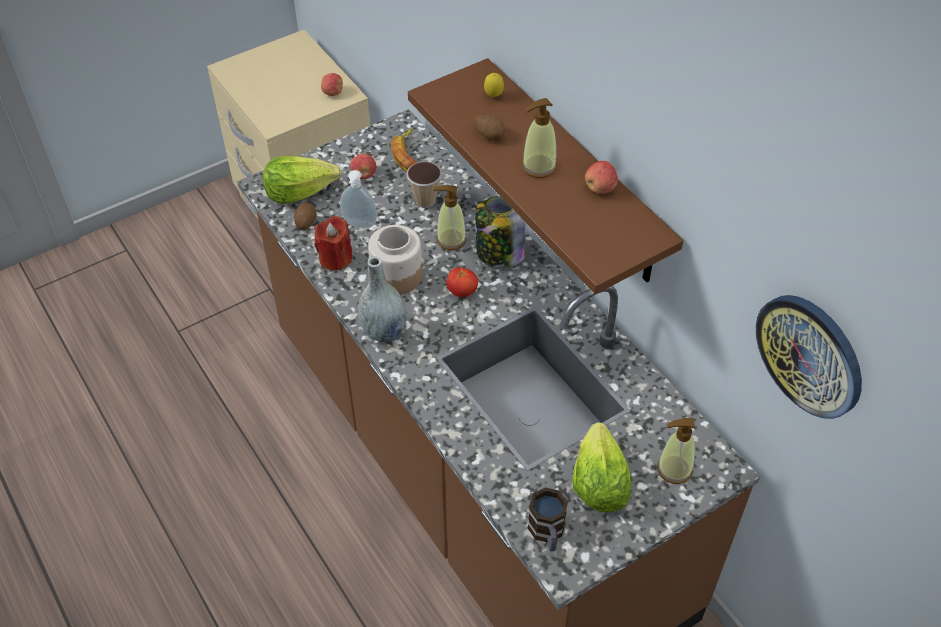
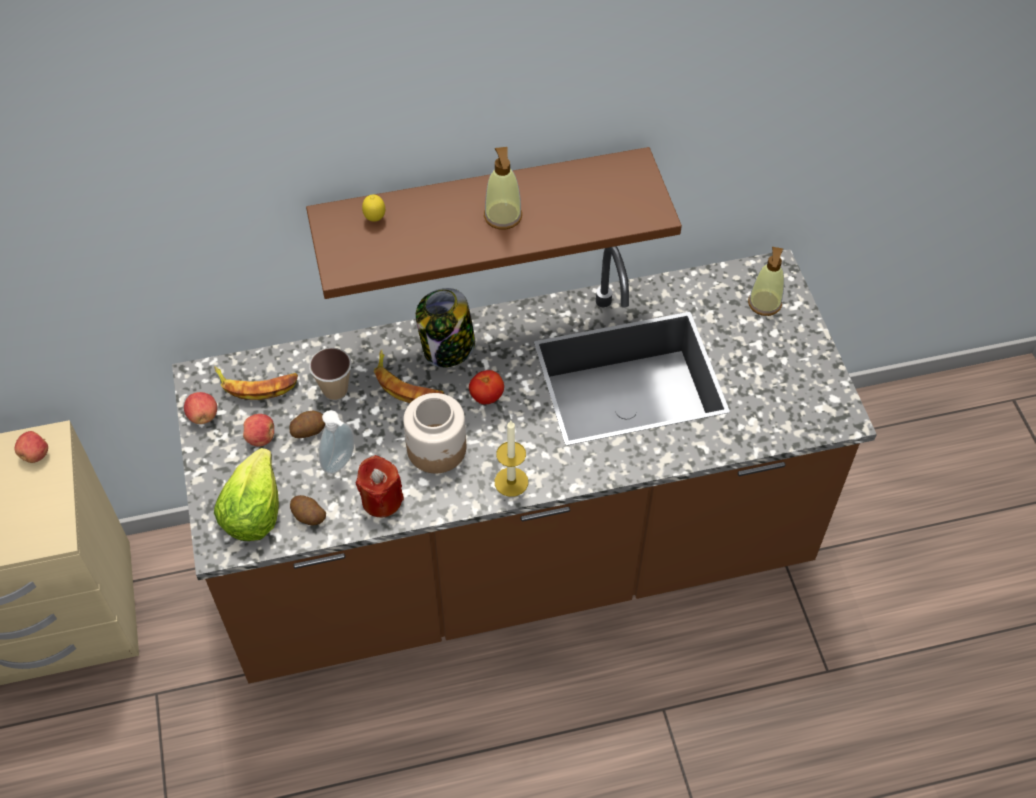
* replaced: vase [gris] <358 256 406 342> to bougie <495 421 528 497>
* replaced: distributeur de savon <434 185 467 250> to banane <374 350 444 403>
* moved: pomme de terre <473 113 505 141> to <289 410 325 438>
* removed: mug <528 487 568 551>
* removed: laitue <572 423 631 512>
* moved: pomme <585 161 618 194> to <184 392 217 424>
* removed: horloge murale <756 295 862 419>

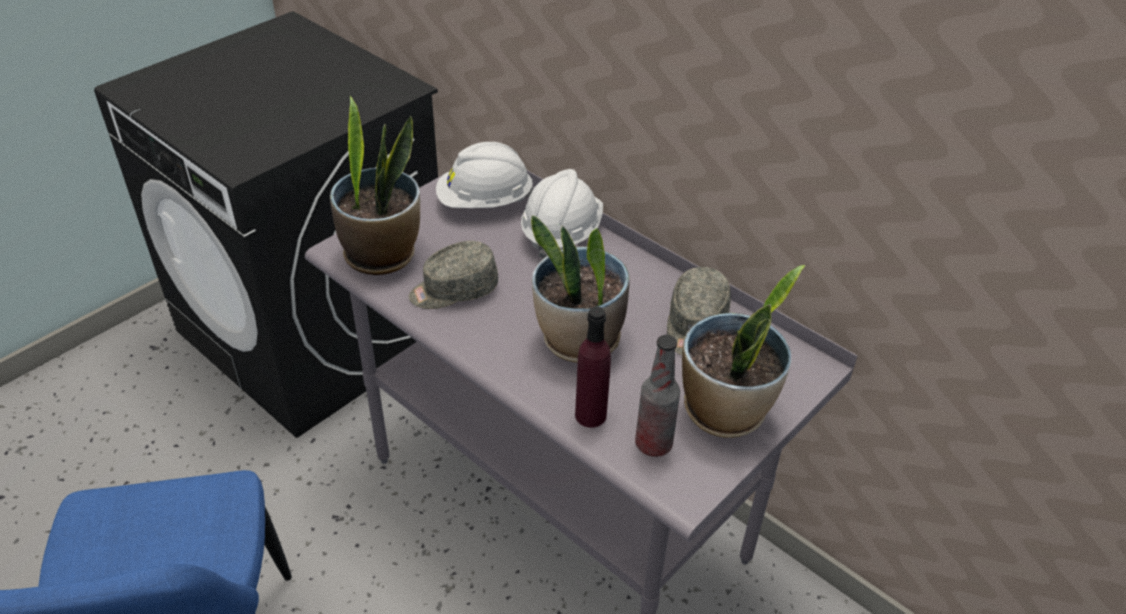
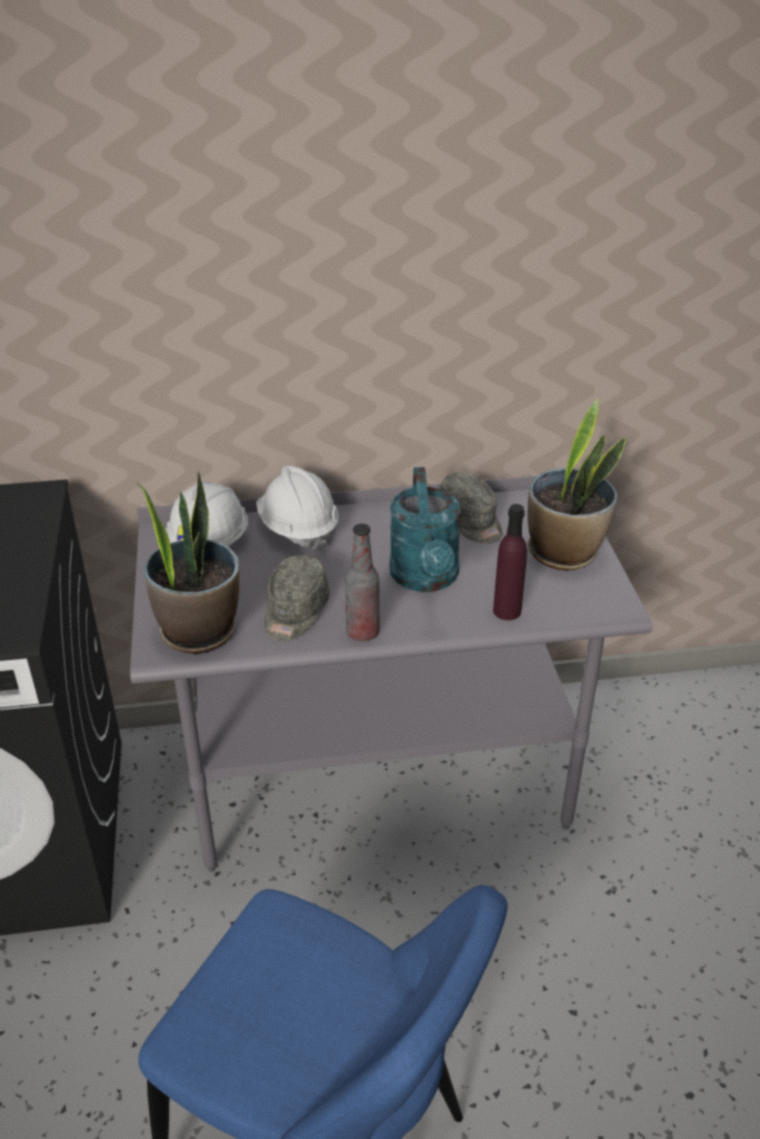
* replaced: plante en pot <531 215 630 363> to arrosoir [turquoise] <389 467 461 592>
* moved: bouteille <635 335 680 457> to <345 524 380 641>

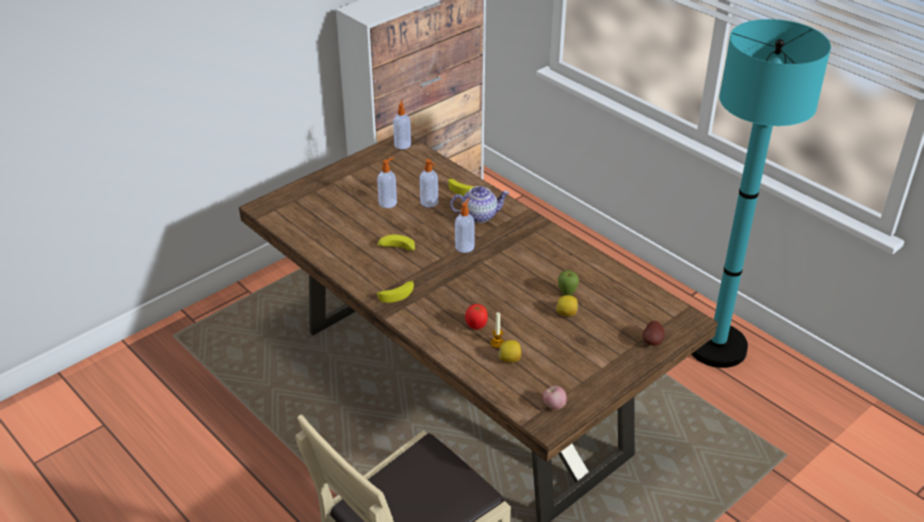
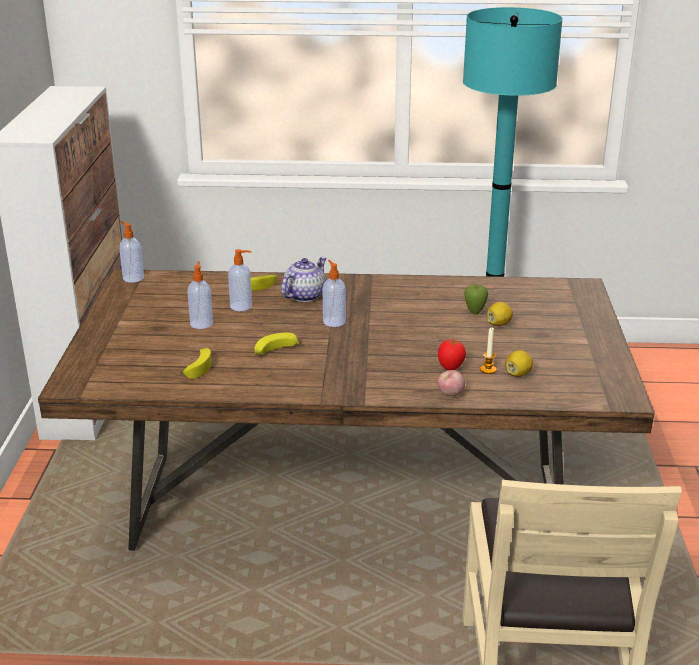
* moved: banane <375 281 414 303> to <180 348 212 379>
* moved: pomme <543 386 567 410> to <437 370 465 396>
* removed: pomme de terre <643 321 665 346>

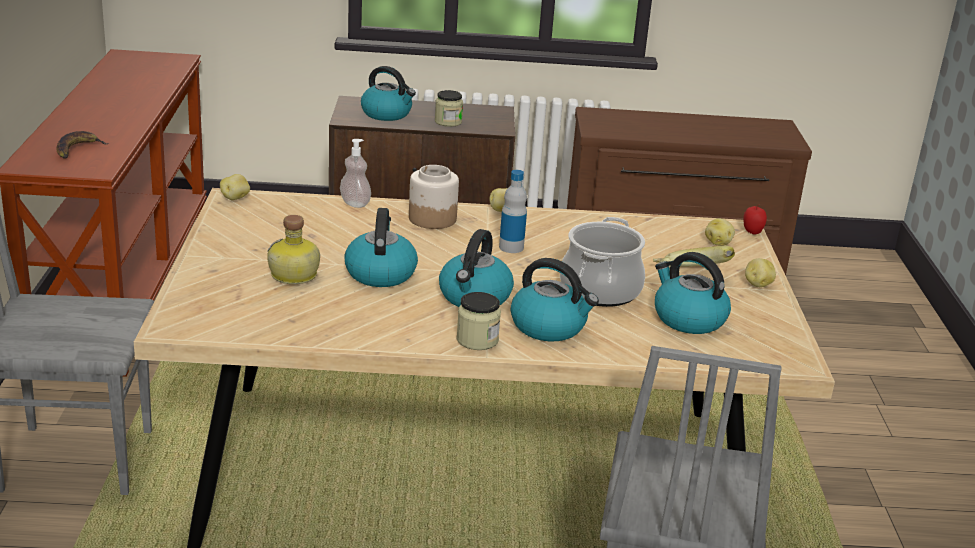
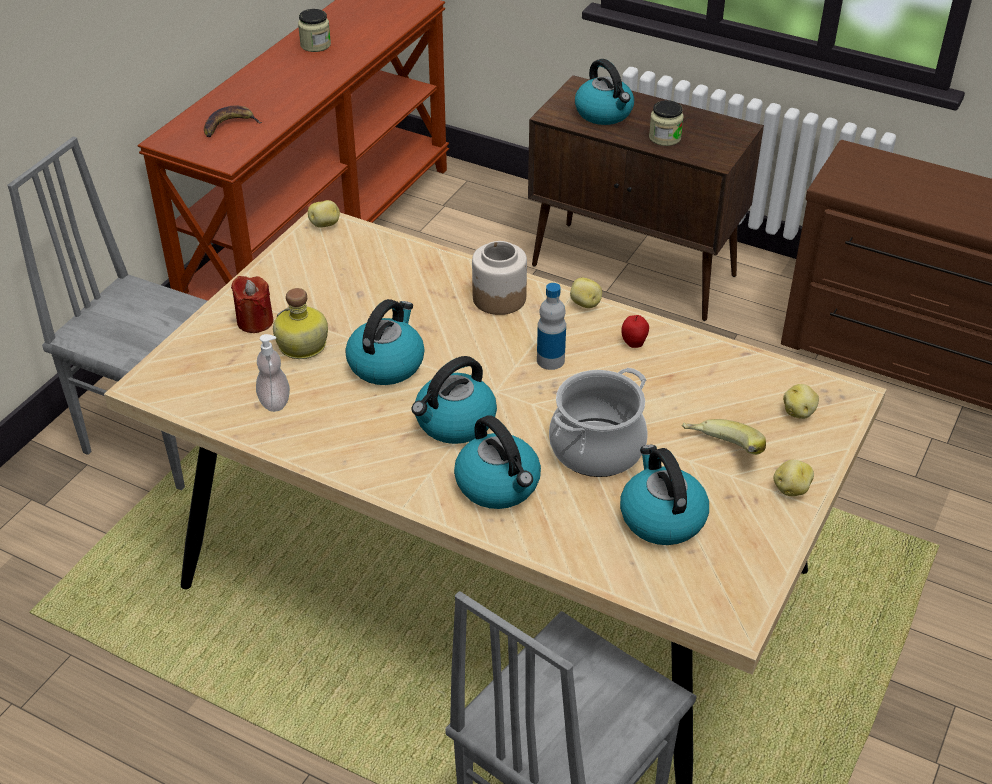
* moved: distributeur de savon <340 139 371 208> to <256 334 290 412>
* moved: bocal <456 292 501 350> to <298 9 331 52>
* moved: pomme <744 206 767 235> to <621 315 649 348>
* added: bougie [rouge] <231 276 273 333>

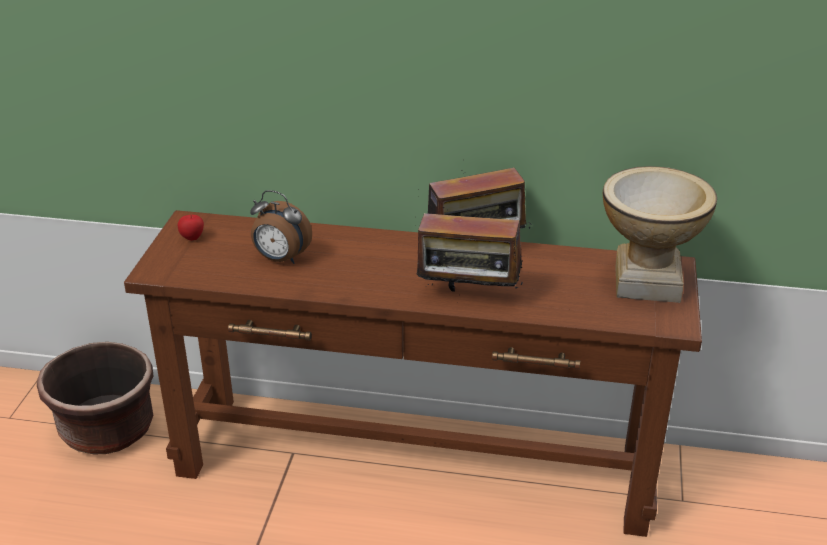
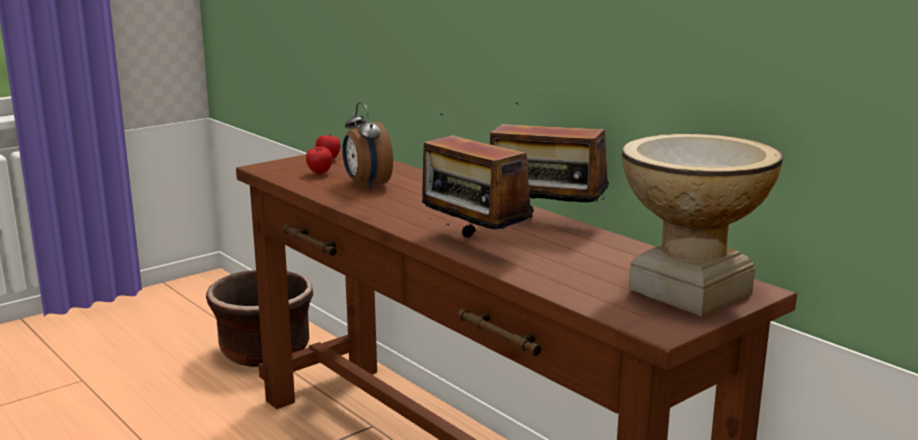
* added: pomme <306 147 333 174>

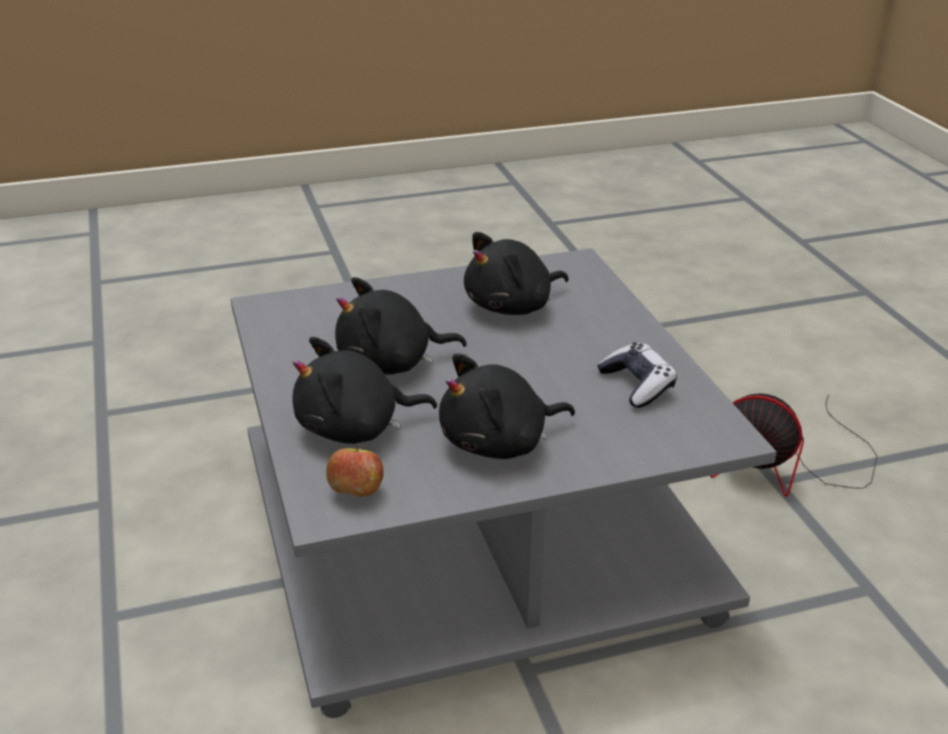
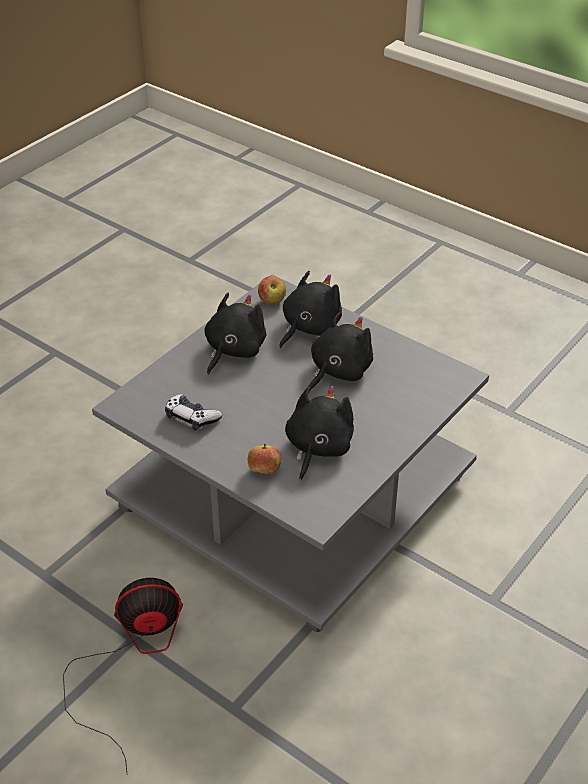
* added: pomme <248 444 281 474>

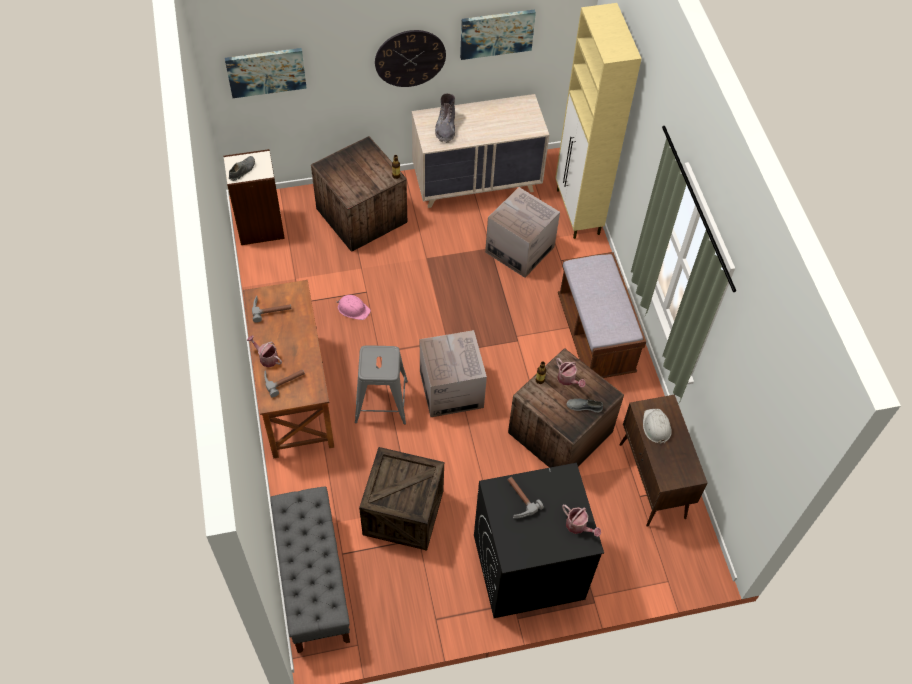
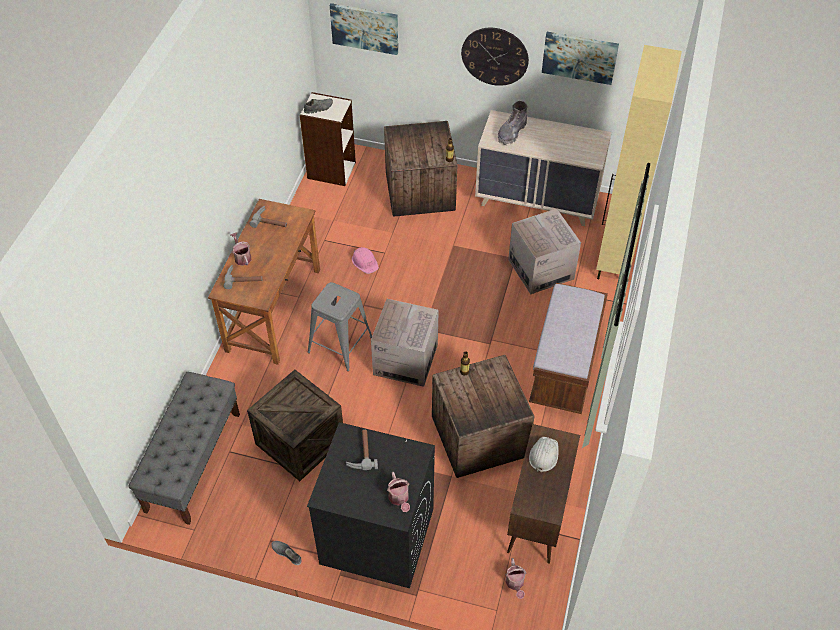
* moved: arrosoir <556 358 585 388> to <505 558 526 599>
* moved: chaussure [gris] <566 399 603 412> to <272 541 301 565>

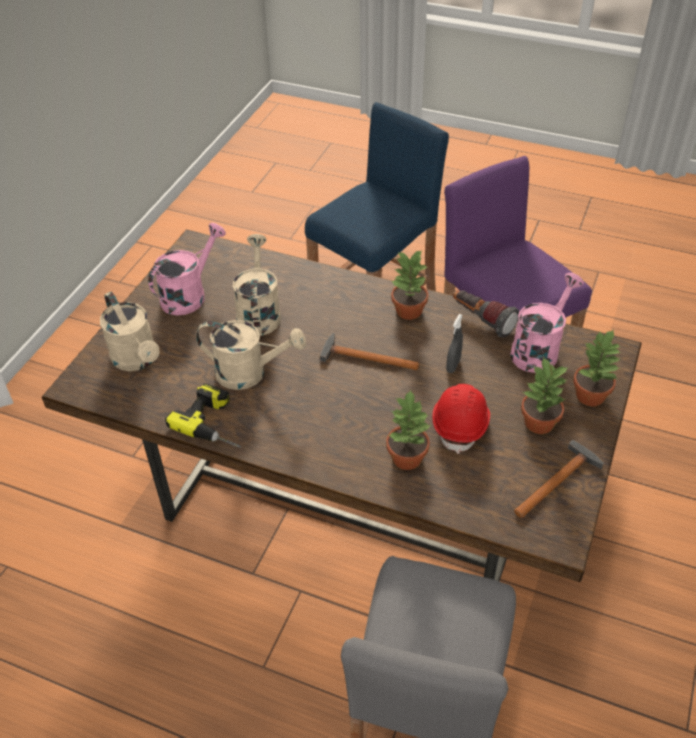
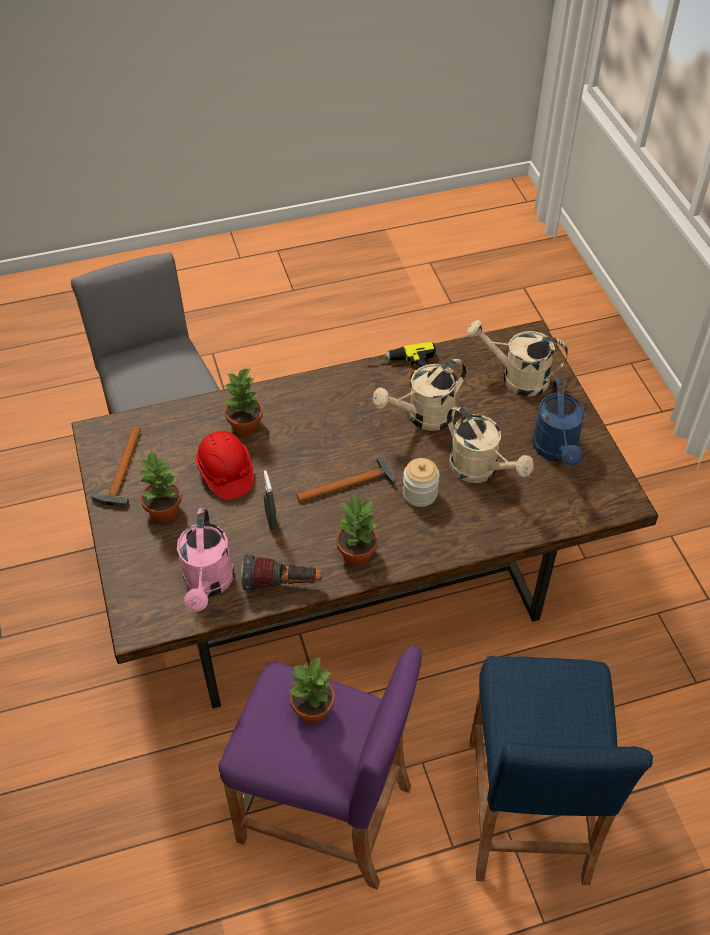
* recoloured: arrosoir [rose] <148 223 226 315> to arrosoir [bleu] <532 380 585 466>
* moved: plante en pot <573 329 621 406> to <289 656 335 723>
* added: bocal <403 458 439 507>

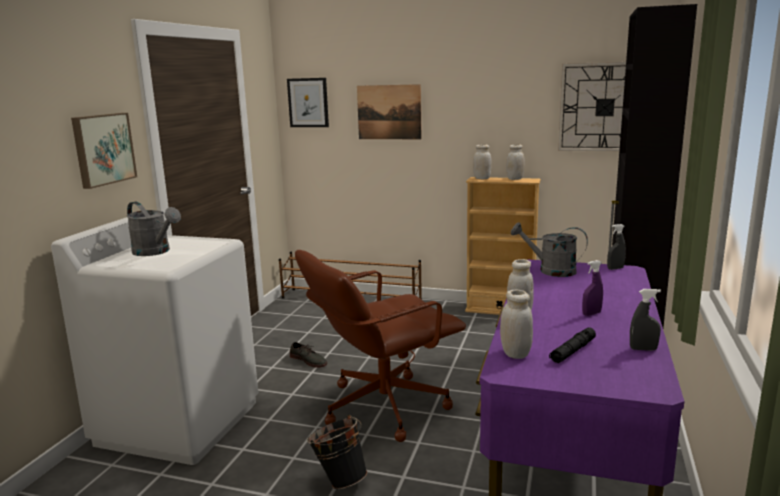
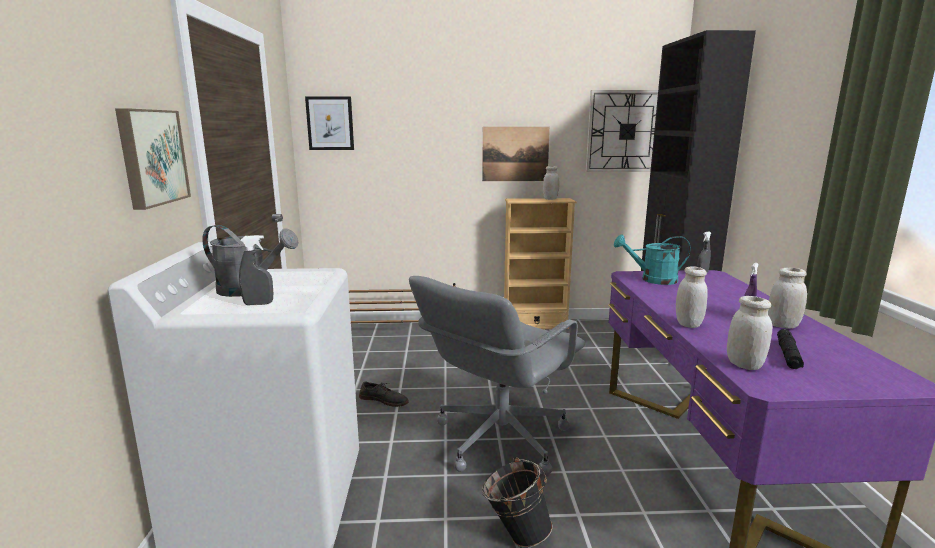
* recoloured: chaise de bureau [marron] <295 250 466 442> to chaise de bureau [gris] <409 276 585 475>
* moved: tableau <357 84 422 139> to <482 127 550 181>
* moved: bocal [blanc] <473 145 491 179> to <768 268 807 329>
* recoloured: arrosoir [gris] <511 222 588 277> to arrosoir [turquoise] <614 234 691 285>
* moved: vaporisateur [gris] <630 289 661 351> to <239 235 273 305>

